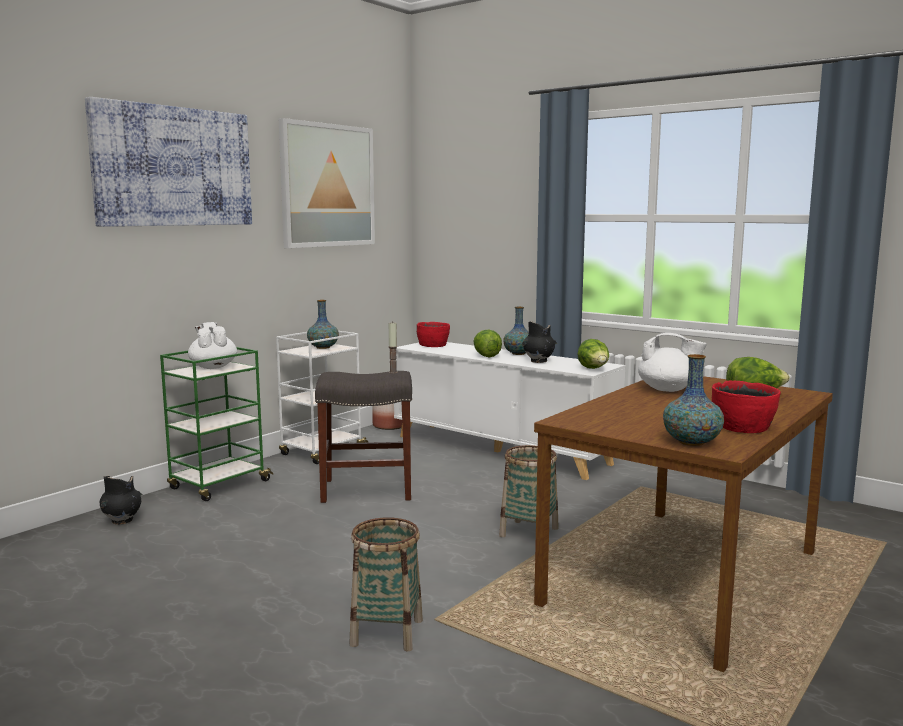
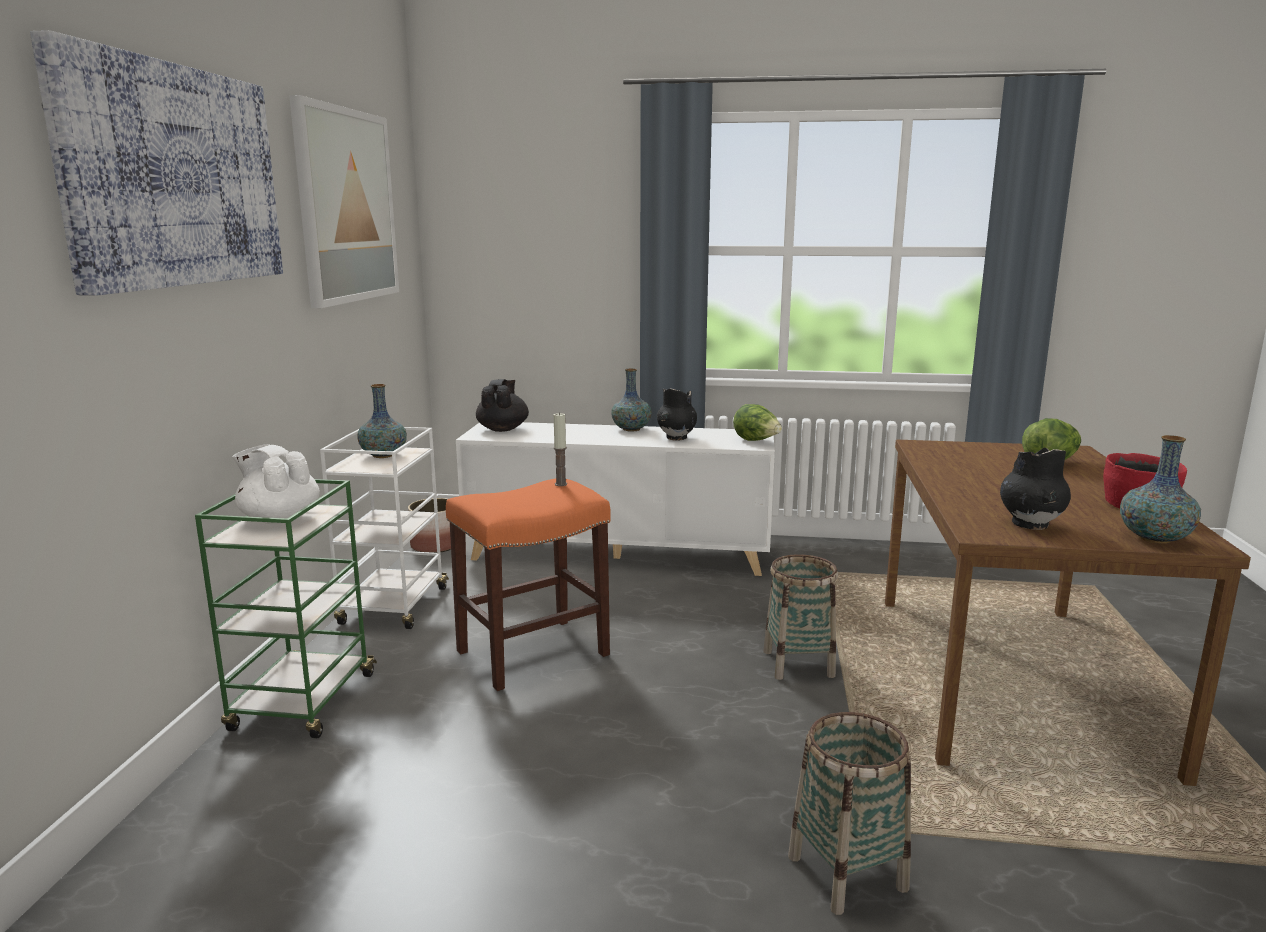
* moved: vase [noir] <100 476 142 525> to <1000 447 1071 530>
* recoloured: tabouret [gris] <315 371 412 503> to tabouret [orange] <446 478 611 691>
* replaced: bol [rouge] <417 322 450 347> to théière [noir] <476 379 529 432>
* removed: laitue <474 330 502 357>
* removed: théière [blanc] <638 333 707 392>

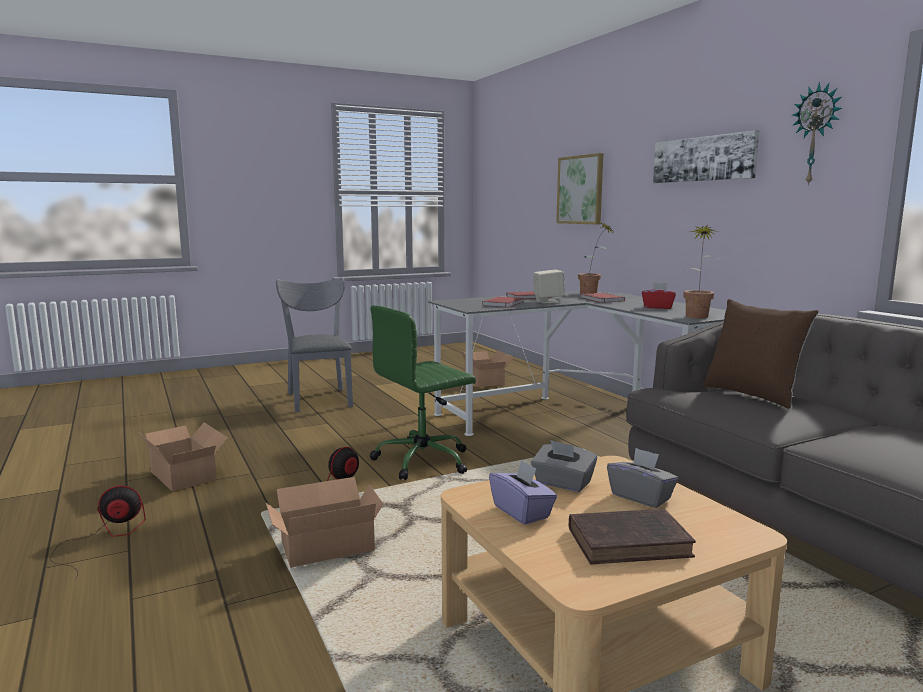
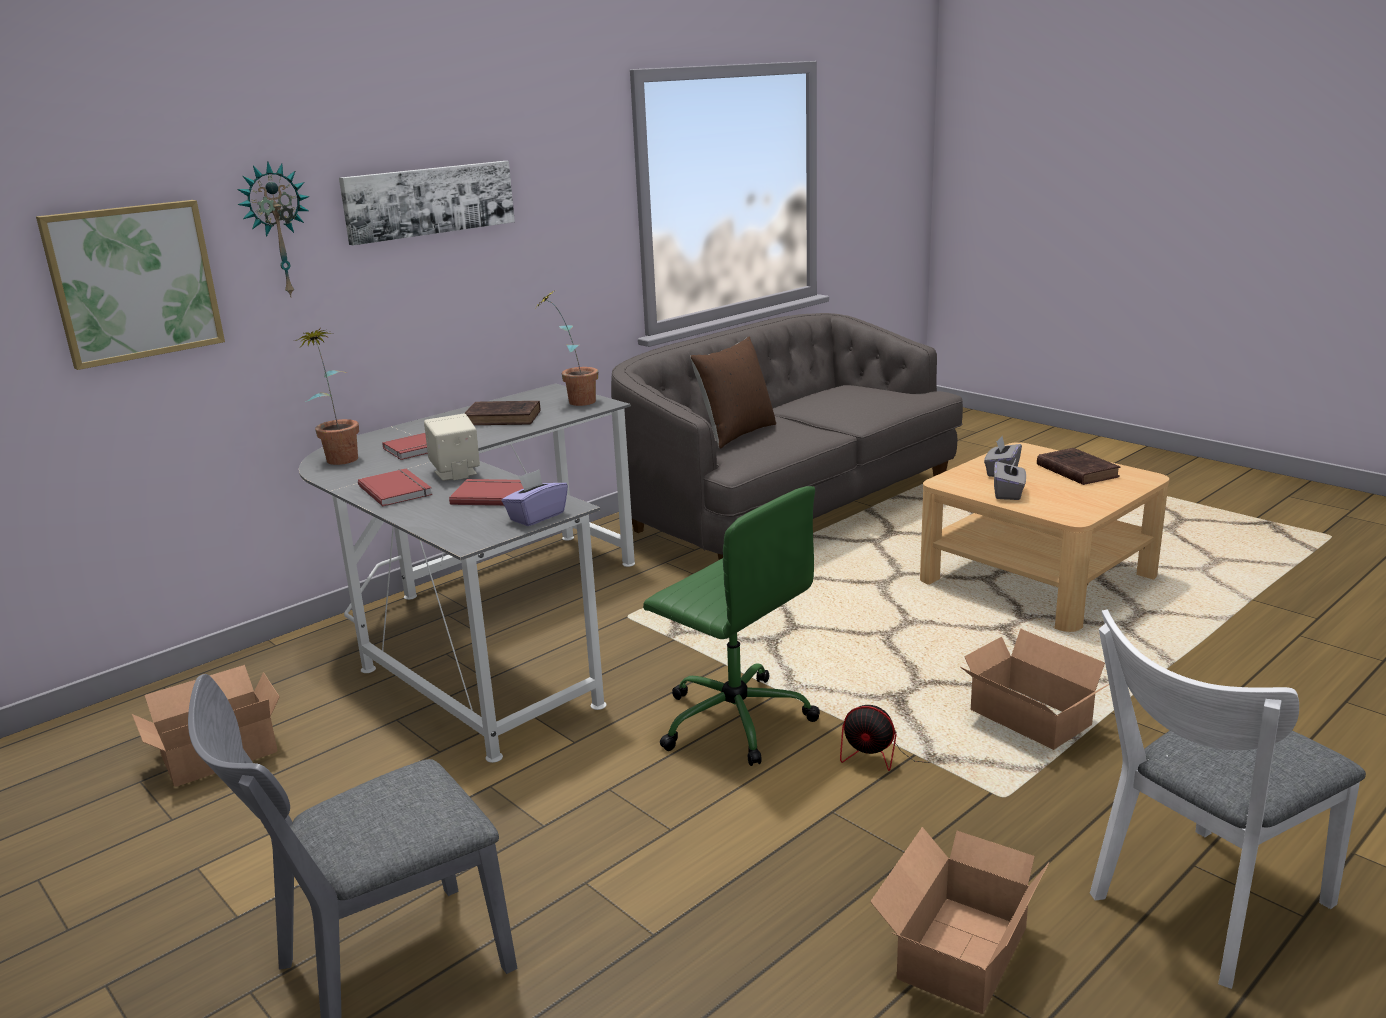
* replaced: ventilateur <50 485 146 580> to chaise [blanc] <1090 609 1366 989>
* moved: boîte à mouchoirs [violet] <489 459 557 525> to <502 469 568 526>
* replaced: boîte à mouchoirs [rouge] <642 282 676 309> to livre [marron] <464 401 541 425>
* moved: horloge murale <792 82 842 186> to <237 161 309 298>

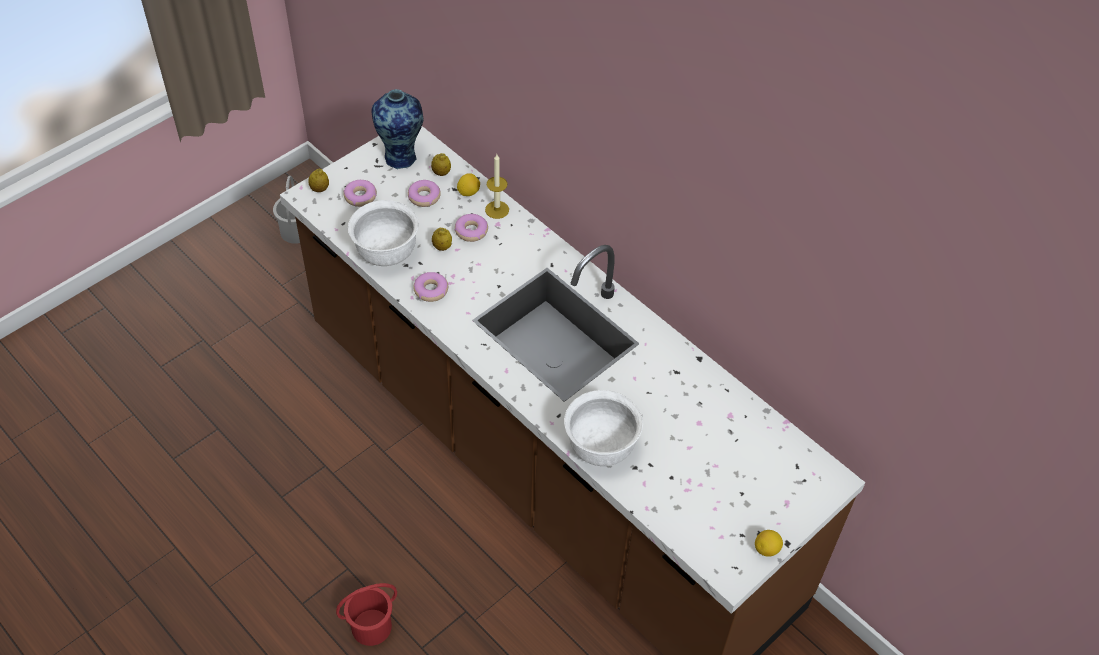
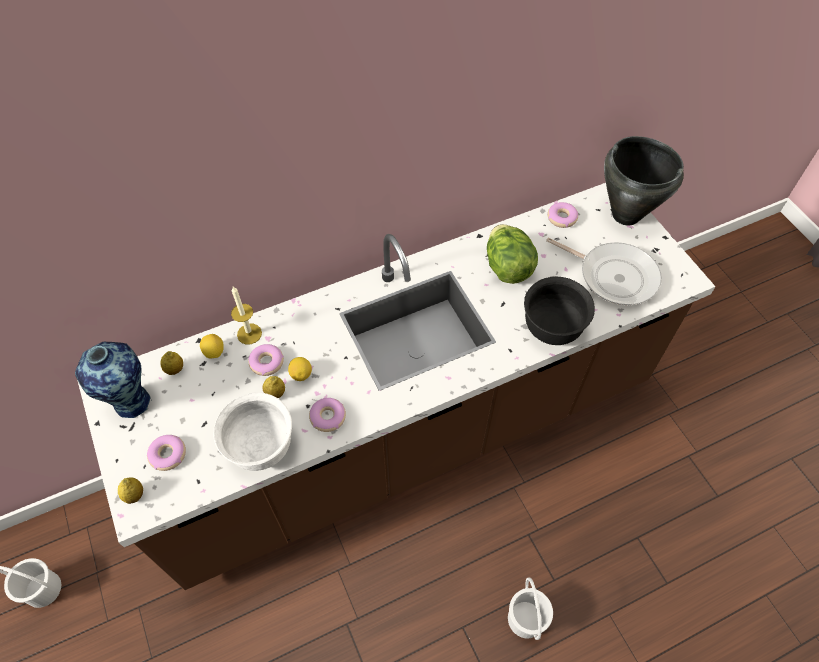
* recoloured: seau [rouge] <336 583 397 646> to seau [blanc] <508 577 553 640>
* moved: beignet <408 180 441 207> to <547 202 578 228>
* recoloured: bol [blanc] <564 390 643 466> to bol [noir] <524 277 595 345>
* moved: citron <755 530 783 557> to <288 357 312 381>
* added: laitue <487 224 538 284>
* added: poêle <546 237 662 305>
* added: marmite [noir] <604 136 684 226>

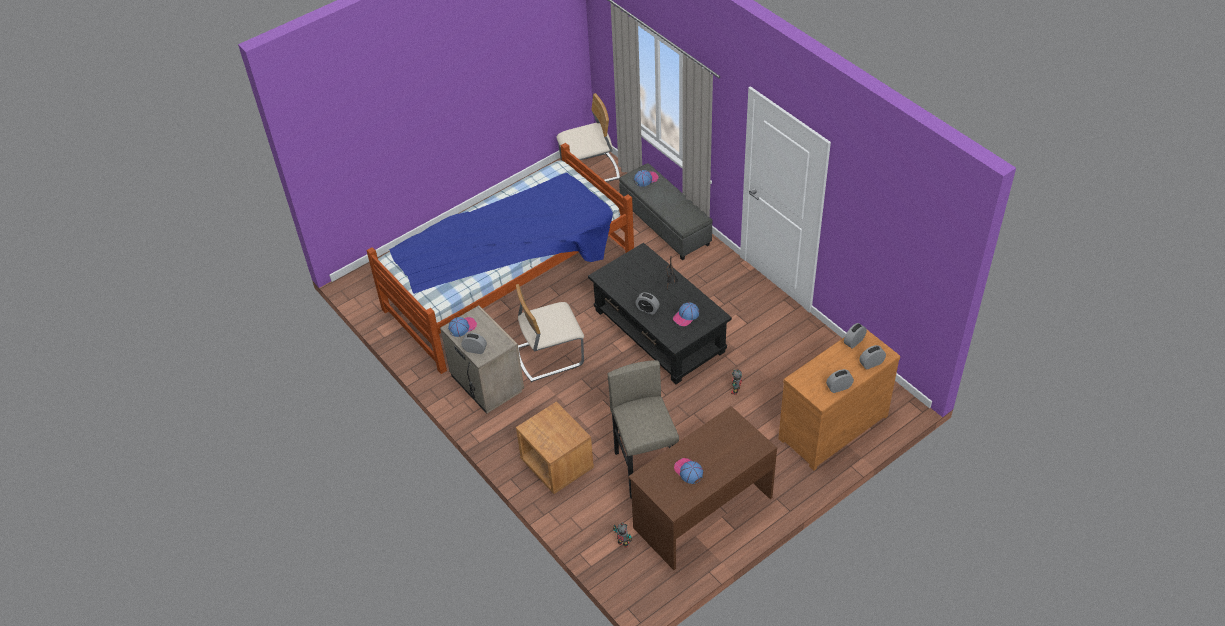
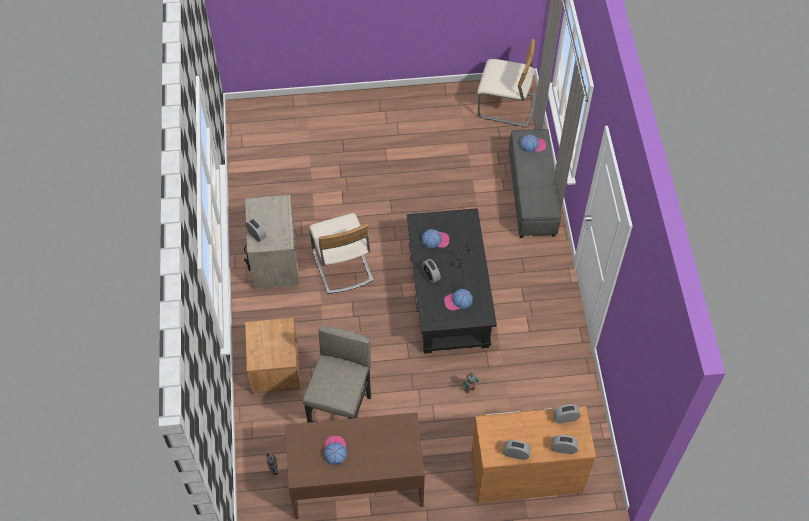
* removed: lit <367 143 634 374>
* moved: casquette <448 317 477 337> to <422 229 449 248>
* turned: chaise [beige] <516 284 584 382> = <309 213 373 294> 120 degrees counterclockwise

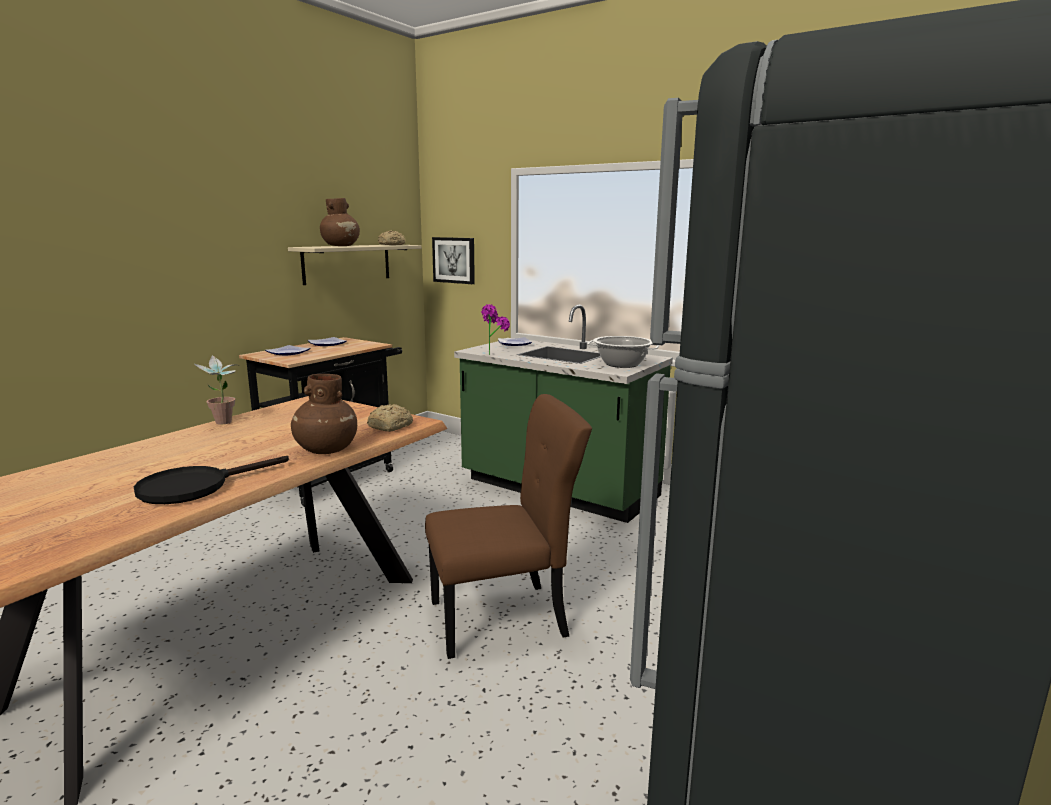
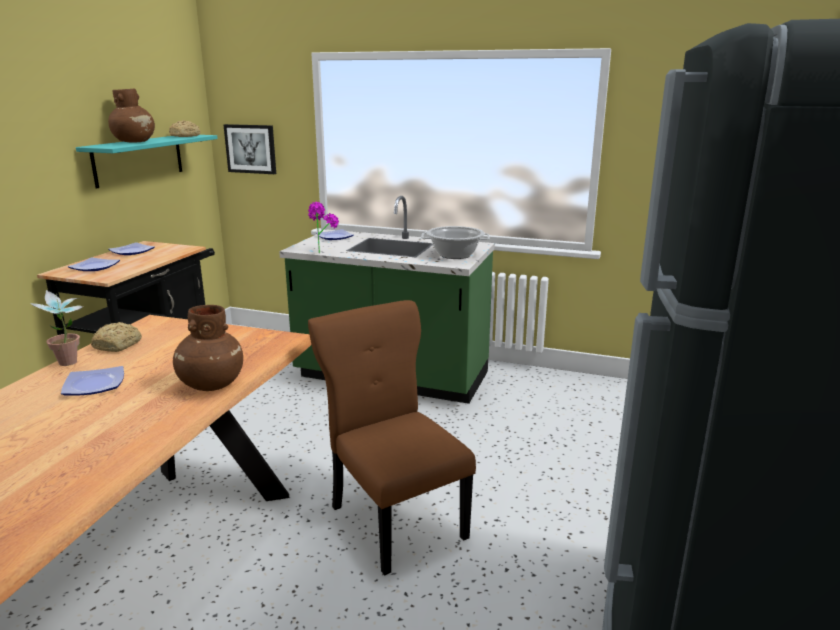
* removed: poêle [noir] <134 456 289 504>
* recoloured: étagère [beige] <288 245 421 285> to étagère [turquoise] <76 135 218 188>
* moved: pain <367 404 413 432> to <91 322 142 352>
* turned: chaise [marron] <425 394 592 659> = <308 300 476 576> 90 degrees counterclockwise
* added: assiette <61 366 124 395>

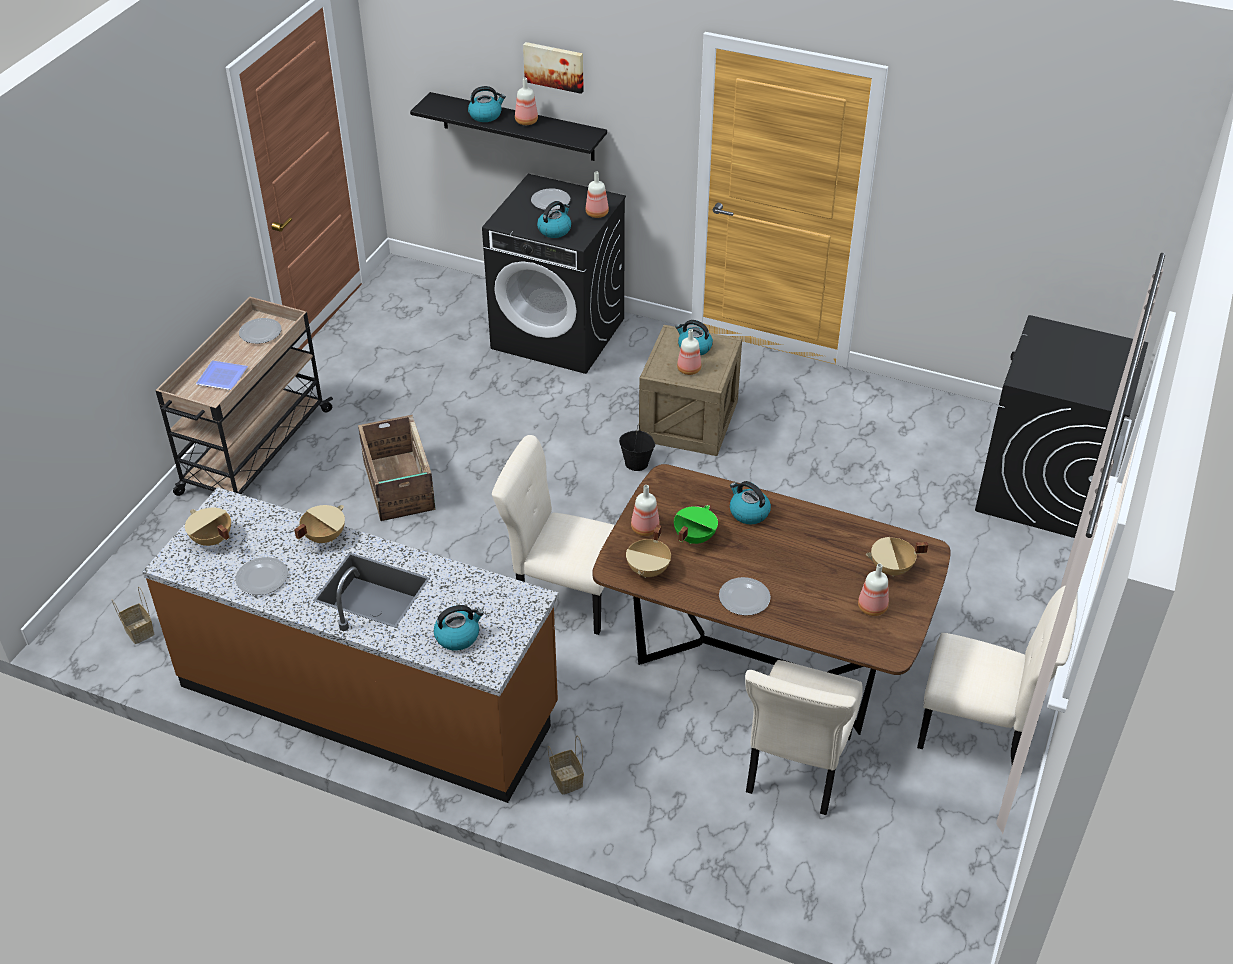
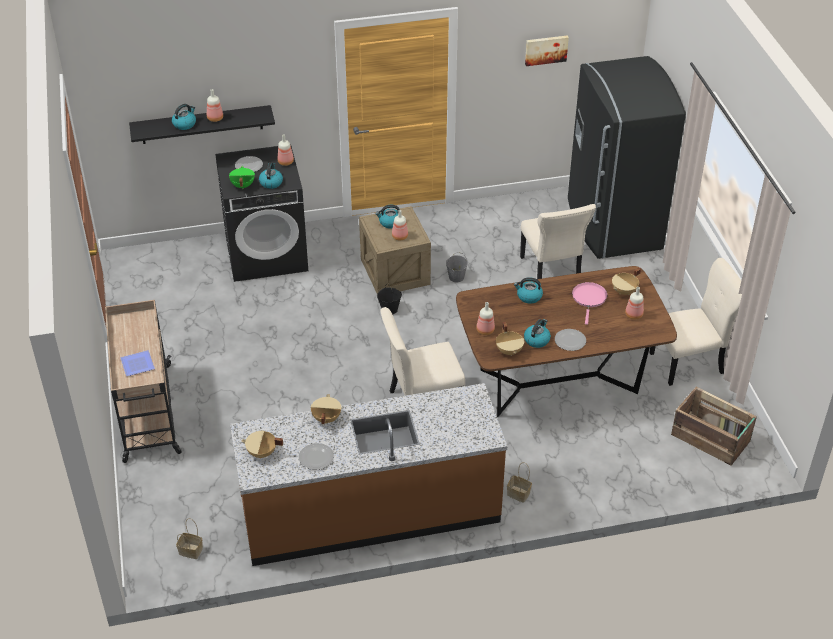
* removed: assiette <239 318 281 344>
* moved: caisse <358 415 436 521> to <671 387 757 465>
* moved: bouilloire <434 605 484 651> to <524 319 551 348>
* moved: tableau <523 42 584 94> to <525 35 569 66>
* moved: marmite [vert] <674 505 718 544> to <229 166 255 189>
* moved: chaise [beige] <745 660 863 815> to <520 204 596 279>
* replaced: lave-linge [noir] <975 315 1149 538> to réfrigérateur [noir] <568 56 686 259>
* added: seau [gris] <446 252 468 282>
* added: poêle [rose] <572 282 608 325>

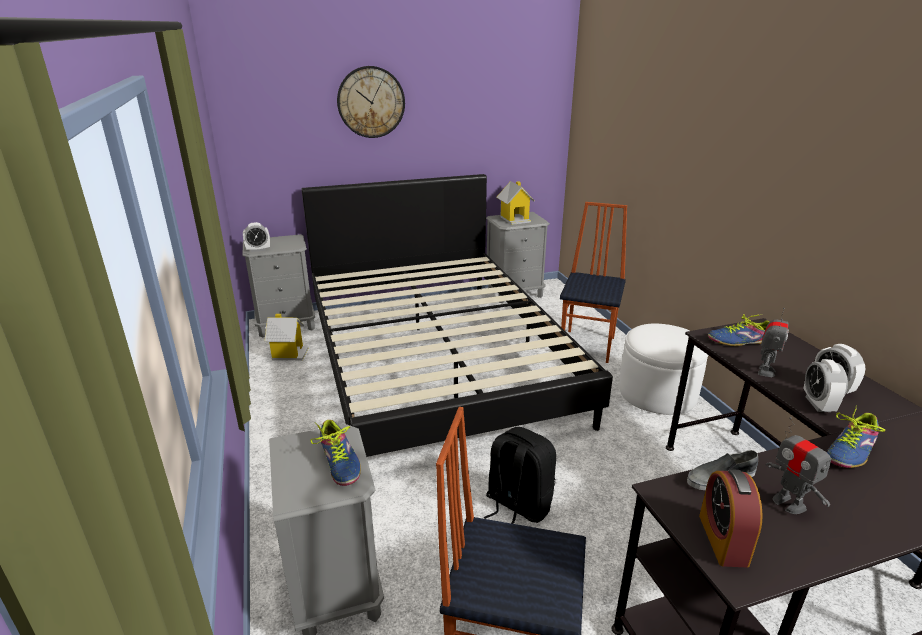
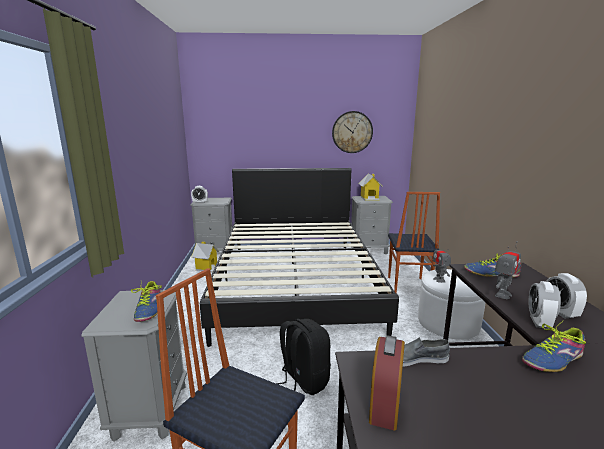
* moved: horloge murale <337 66 405 138> to <332 111 373 153>
* turned: chaise <560 202 627 363> = <388 192 440 294> 150 degrees clockwise
* moved: robot jouet <766 417 835 514> to <433 242 451 283>

